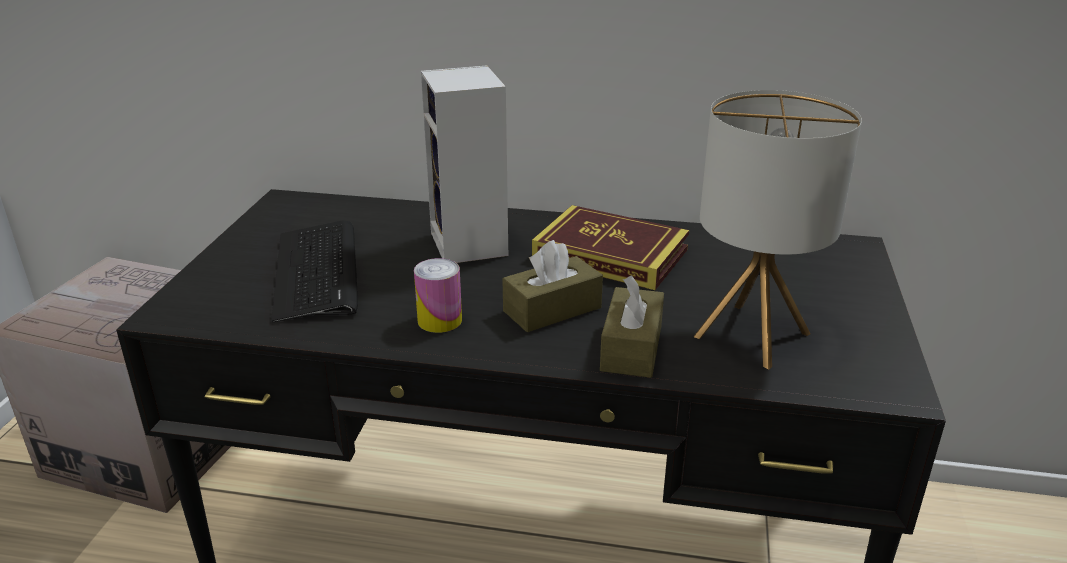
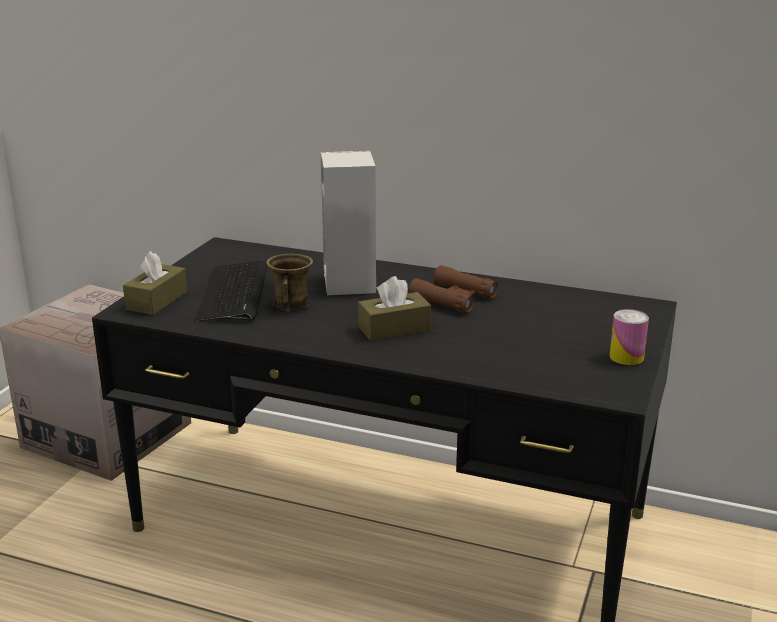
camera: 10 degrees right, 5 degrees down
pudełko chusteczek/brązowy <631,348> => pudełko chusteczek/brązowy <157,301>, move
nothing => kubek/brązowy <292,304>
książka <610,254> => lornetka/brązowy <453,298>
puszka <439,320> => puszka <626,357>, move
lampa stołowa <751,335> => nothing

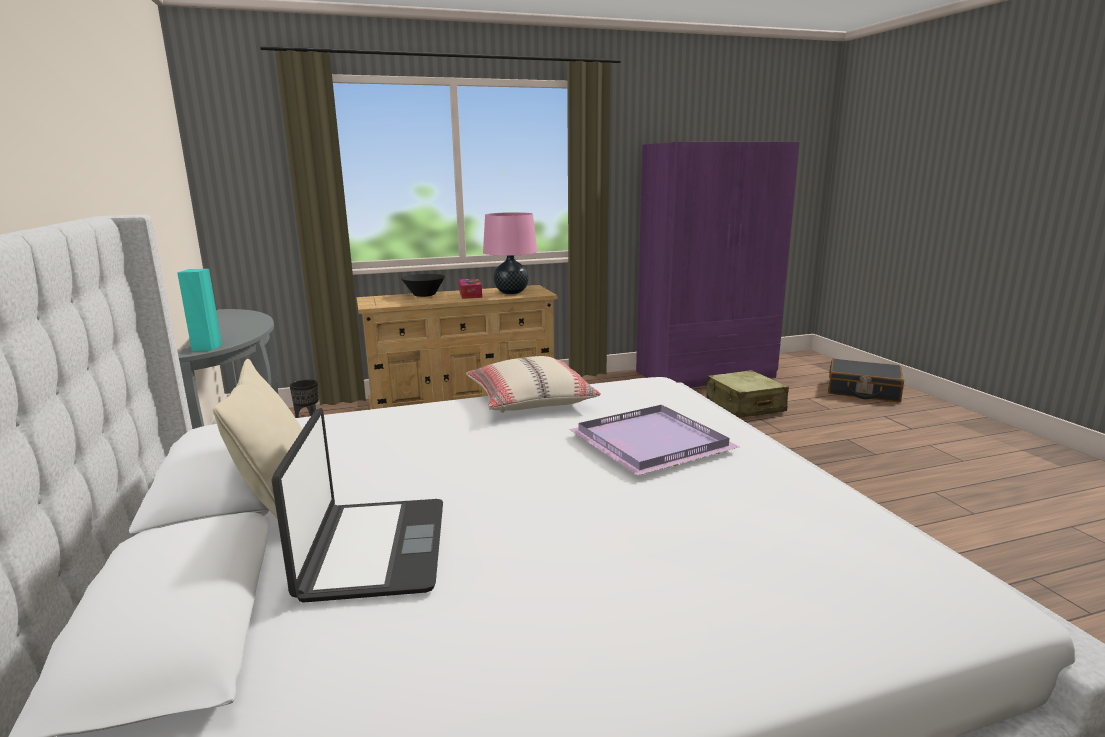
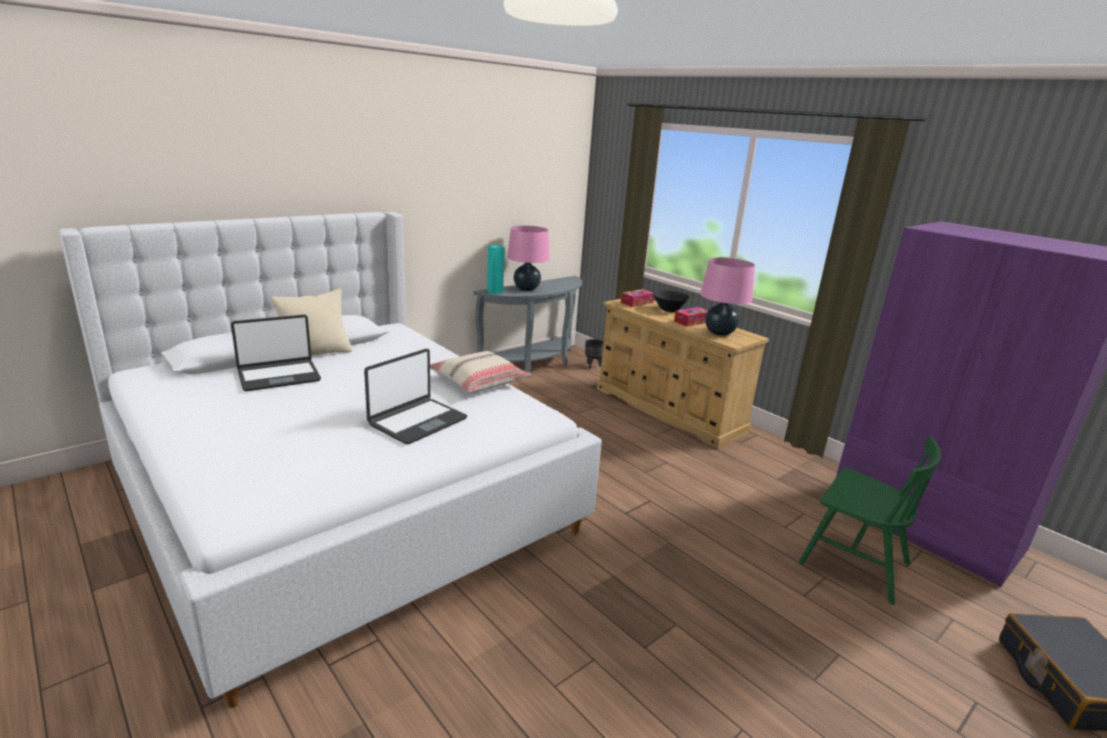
camera: 65 degrees right, 5 degrees up
taca/fioletowy <647,443> => laptop <417,421>
nothing => lampa stołowa/różowy <526,289>
nothing => pudełko chusteczek <636,302>
walizka/beżowy <745,406> => krzesło/zielony <853,563>

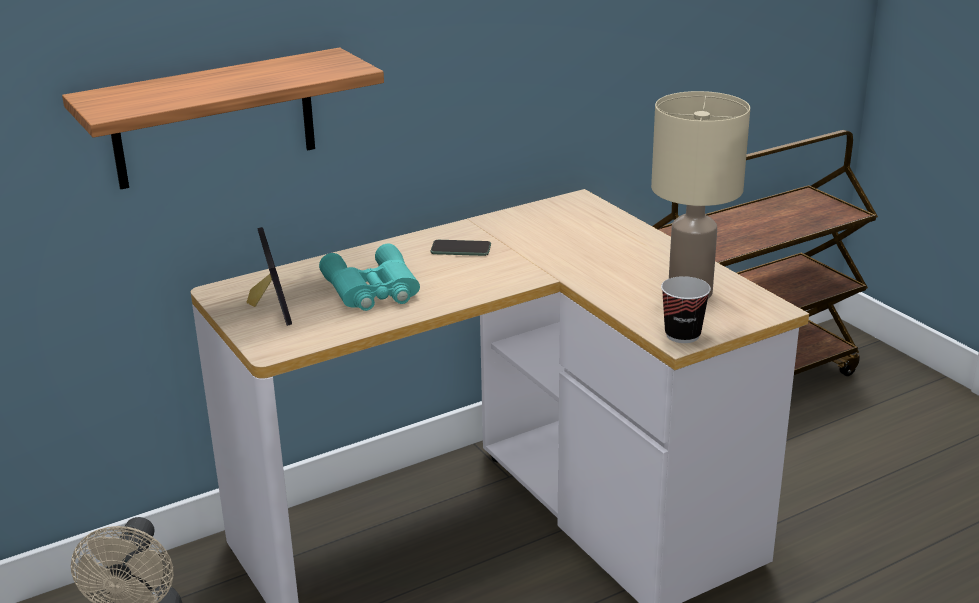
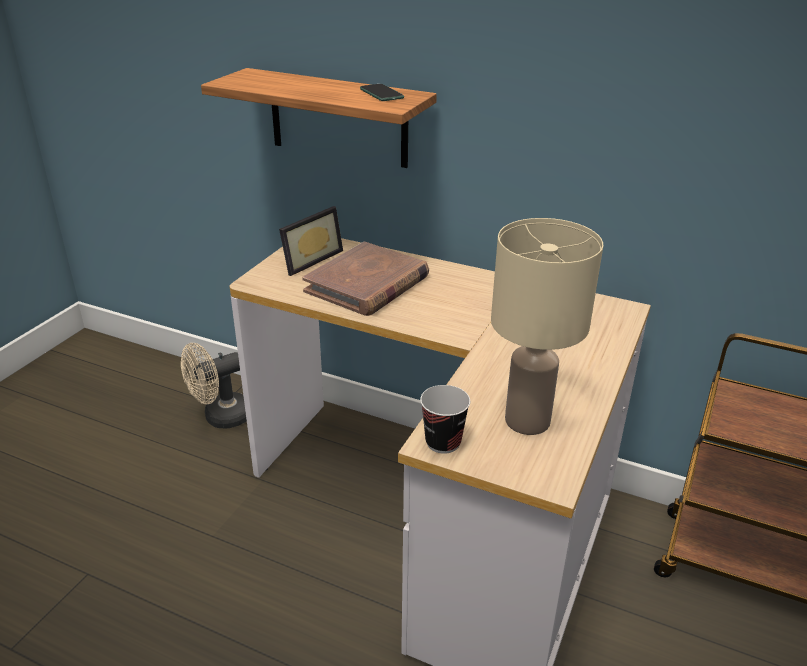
camera: 55 degrees right, 5 degrees up
lornetka/turkusowy <372,290> => książka/brązowy <367,284>
telefon <461,249> => telefon <381,94>, move

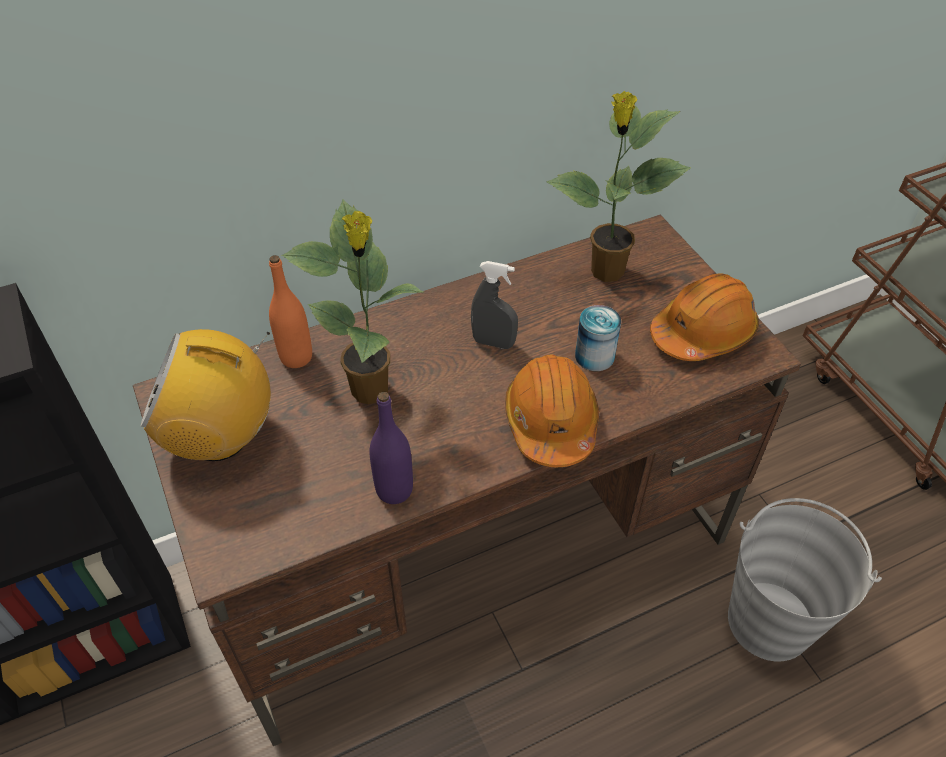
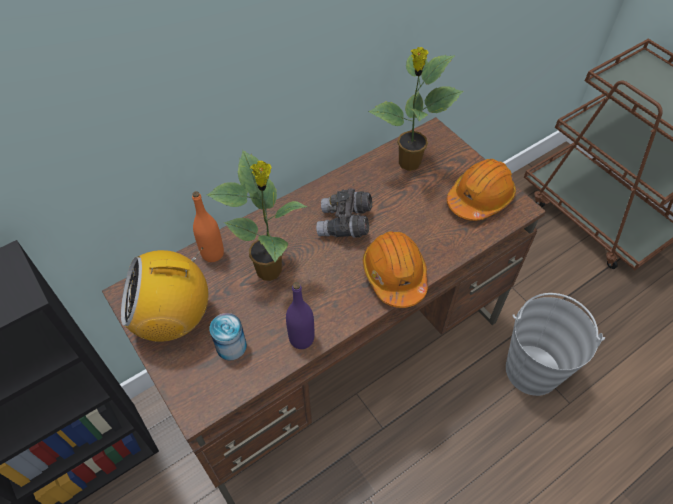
camera: 10 degrees left, 5 degrees up
puszka <594,356> => puszka <231,346>, move
spryskiwacz/szary <493,342> => lornetka/szary <345,224>

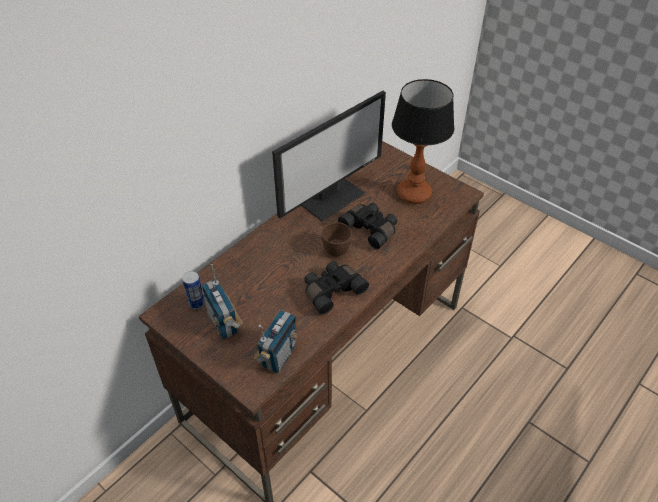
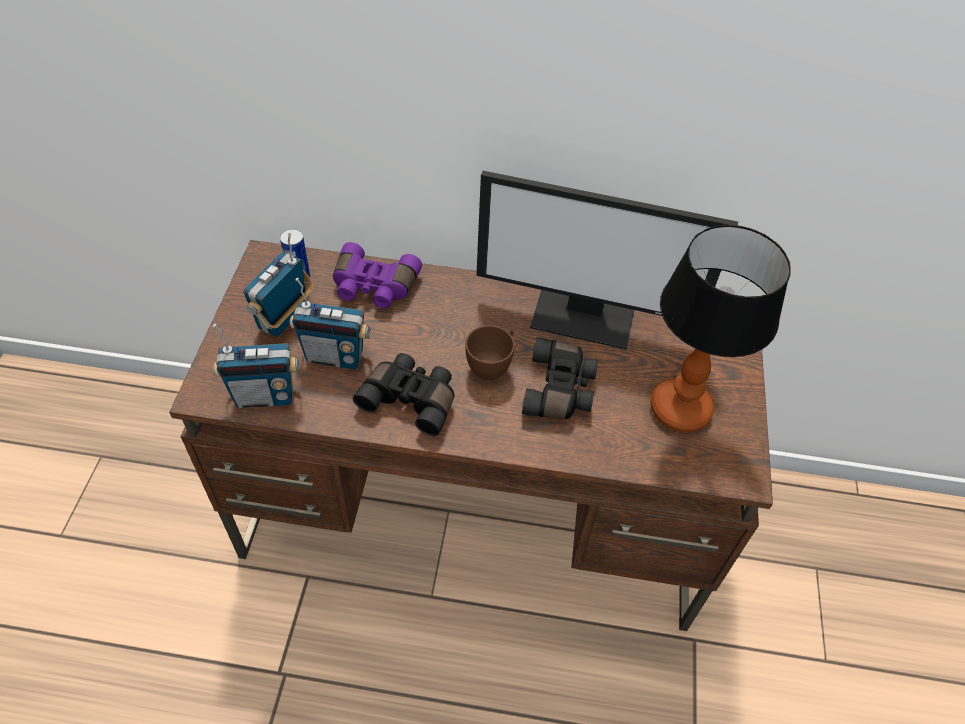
camera: 55 degrees right, 5 degrees up
nothing => radio <335,356>
nothing => lornetka/fioletowy <373,287>

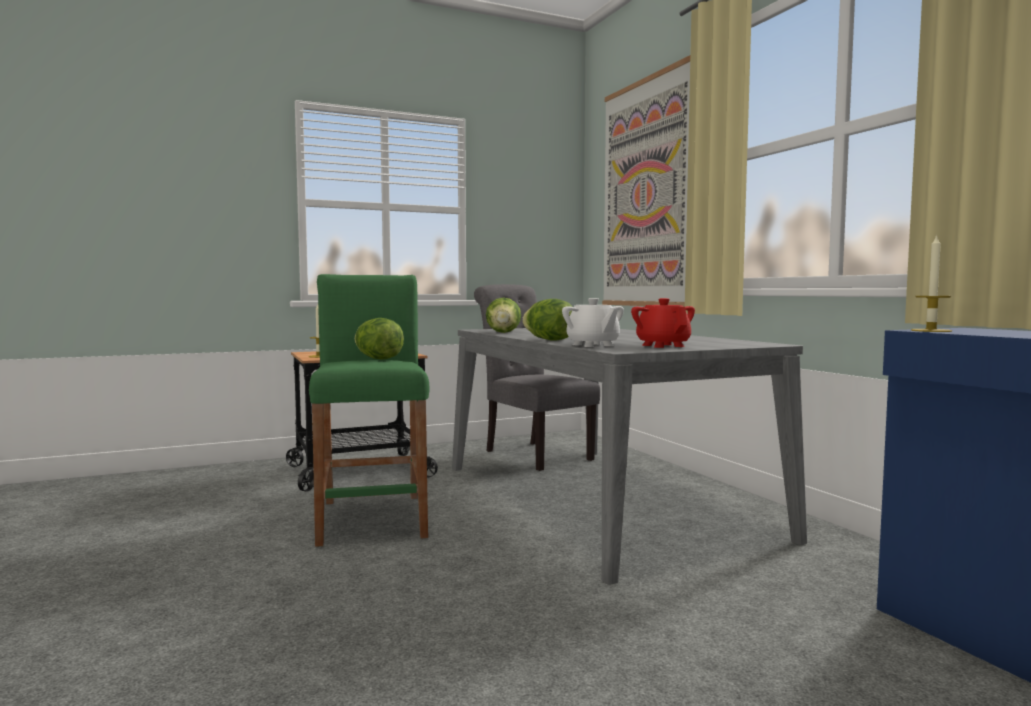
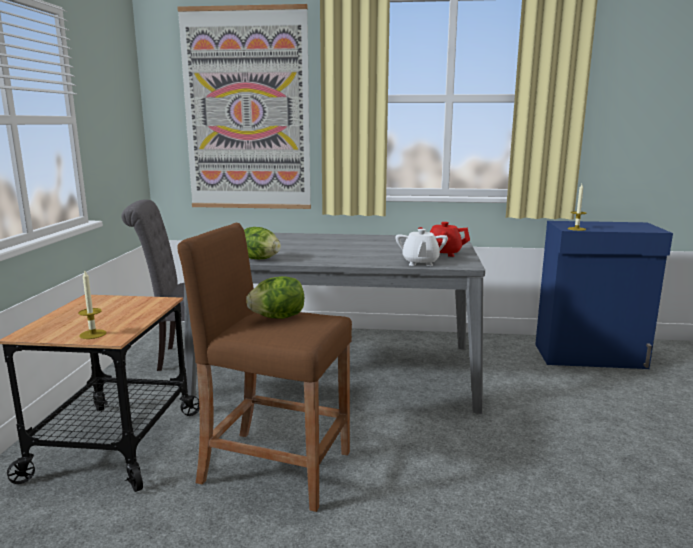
camera: 60 degrees left, 10 degrees up
stołek/zielony <373,519> => stołek/brązowy <276,467>
imbryk/biały <593,345> => imbryk/biały <420,263>, 90 degrees clockwise
sałata <549,340> => nothing

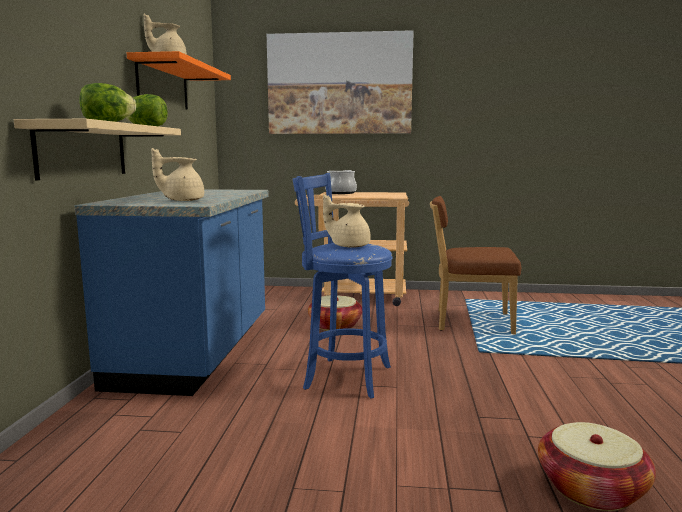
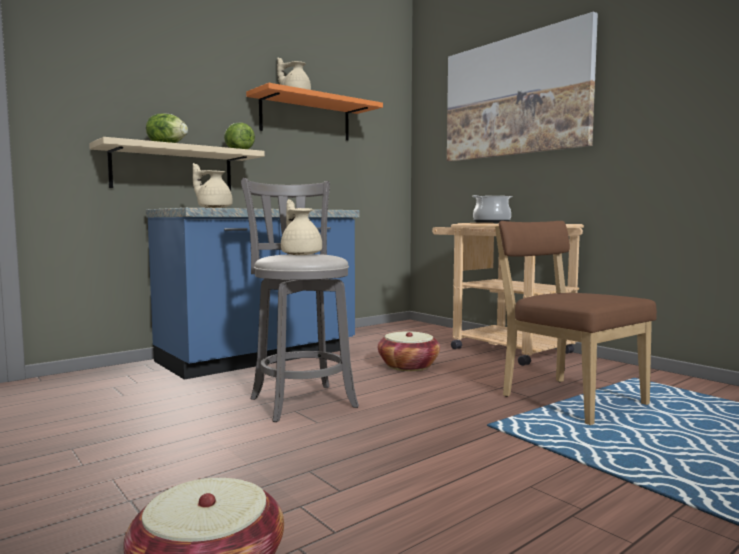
camera: 45 degrees right, 5 degrees down
stołek/niebieski <343,376> => stołek/szary <301,401>

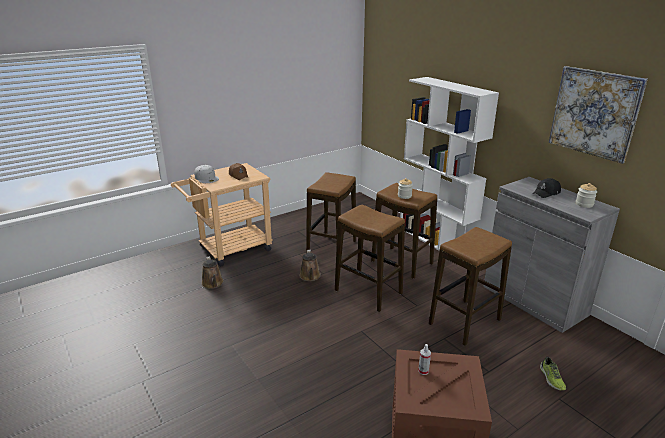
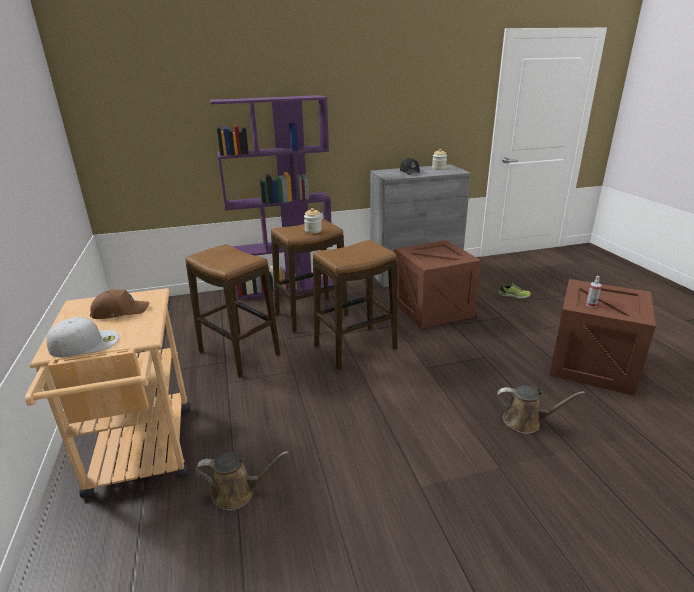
camera: 70 degrees left, 0 degrees up
regał/biały <436,240> => regał/fioletowy <285,287>
stołek <465,322> => skrzynka <432,309>
konewka/brązowy <310,276> => konewka/brązowy <525,422>, move
obraz <594,113> => nothing

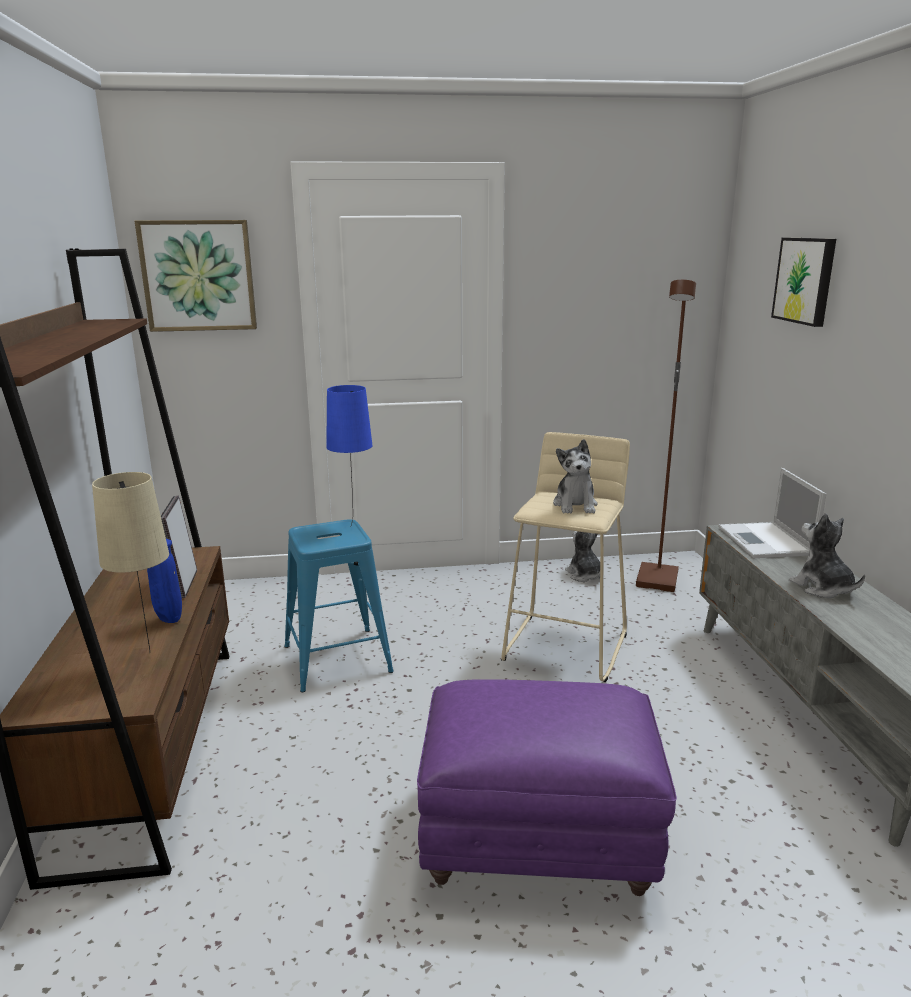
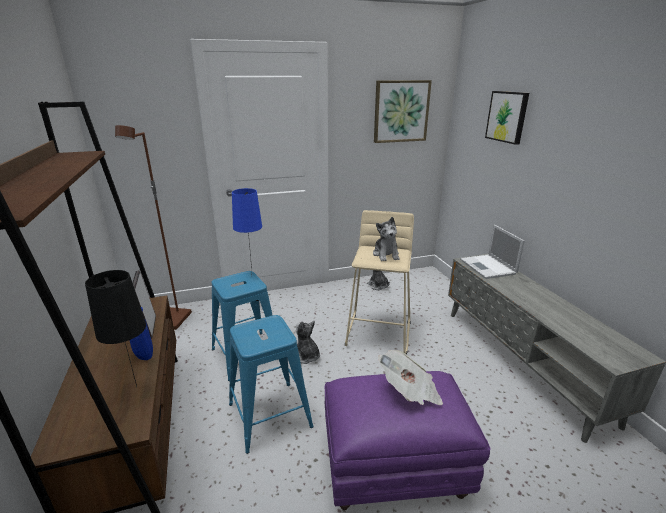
camera: 10 degrees left, 5 degrees up
lampa stołowa/beżowy <152,660> => lampa stołowa/czarny <139,393>
lampa stojąca/brązowy <658,580> => lampa stojąca/brązowy <173,320>, move
nothing => stołek/niebieski <270,415>
pluszak <822,588> => pluszak <306,356>, move
obraz <198,276> => obraz <401,111>, move
nothing => gazeta <409,391>

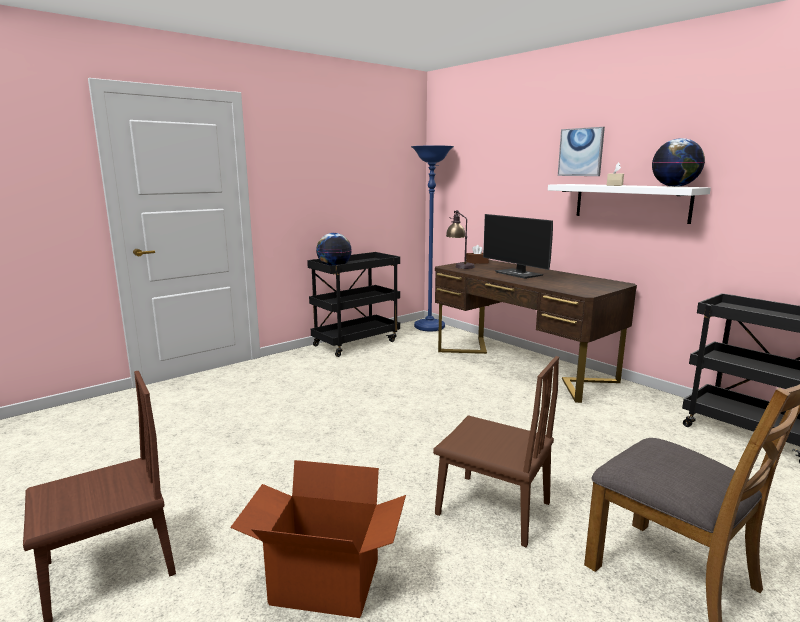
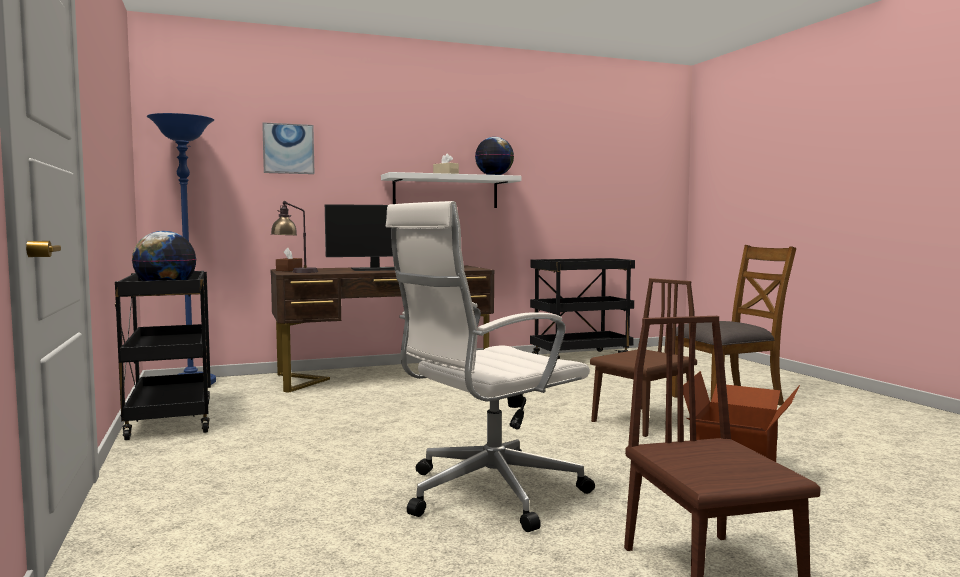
camera: 70 degrees left, 10 degrees down
obraz <581,152> => obraz <288,148>, move
nothing => krzesło biurowe/biały <487,494>

